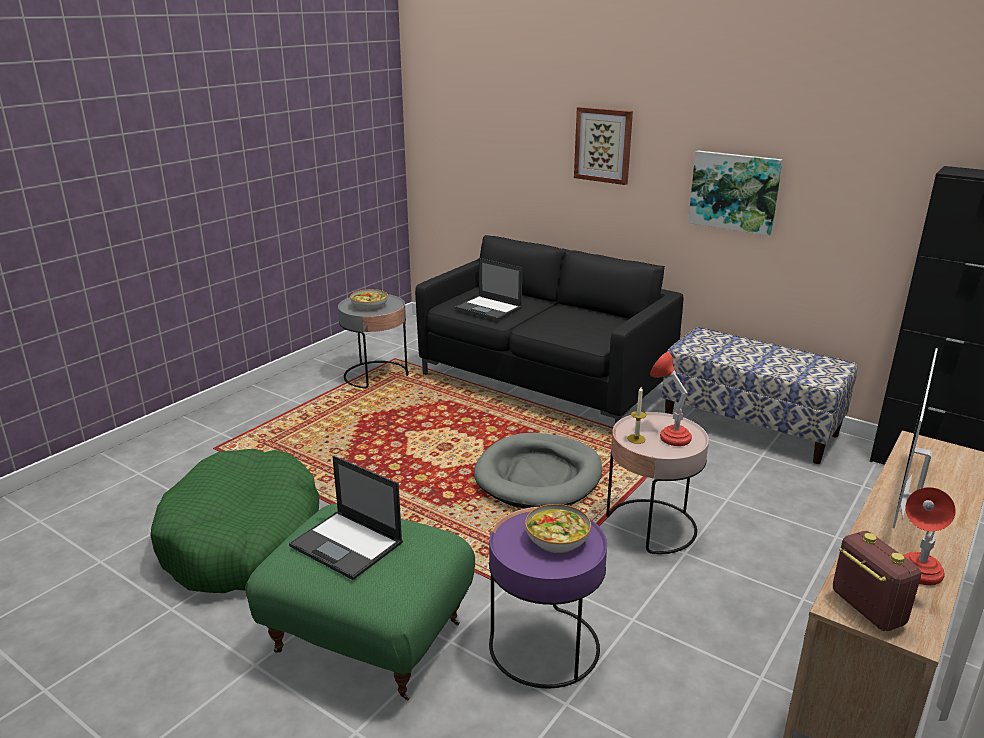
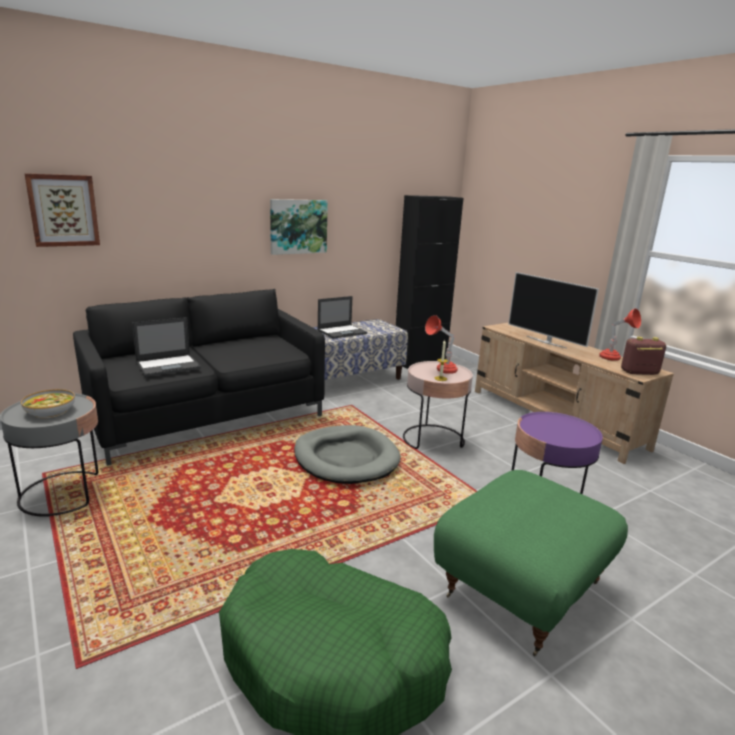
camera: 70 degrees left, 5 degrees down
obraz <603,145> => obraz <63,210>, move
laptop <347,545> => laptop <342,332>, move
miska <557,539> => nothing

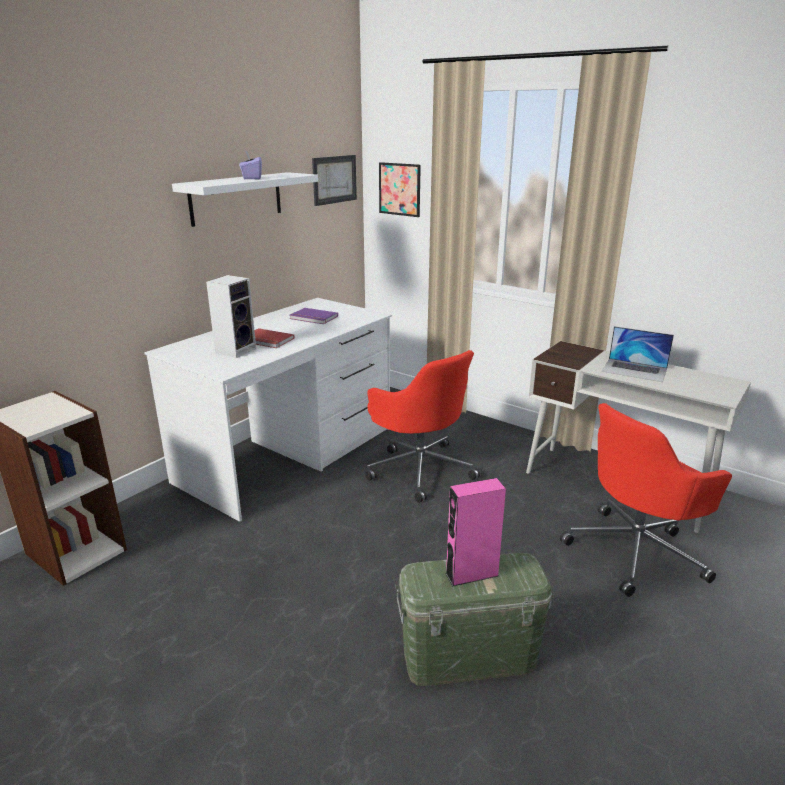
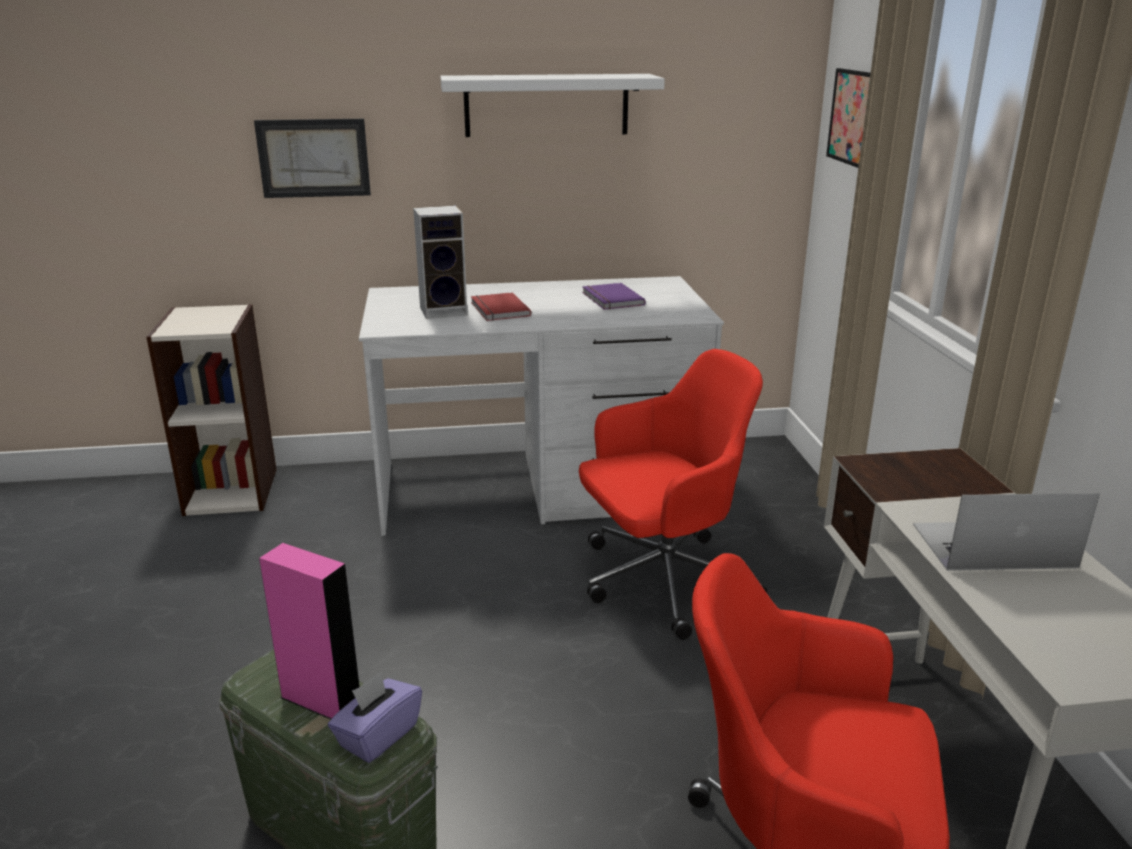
camera: 45 degrees right, 0 degrees up
obraz <334,179> => obraz <314,158>, move
pudełko chusteczek/fioletowy <251,178> => pudełko chusteczek/fioletowy <378,736>, move
krzesło biurowe/czerwony <419,469> => krzesło biurowe/czerwony <662,581>, 120 degrees counterclockwise
laptop <634,370> => laptop <992,545>, 105 degrees clockwise

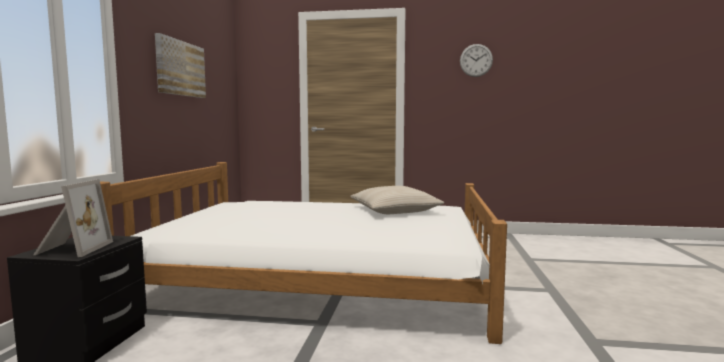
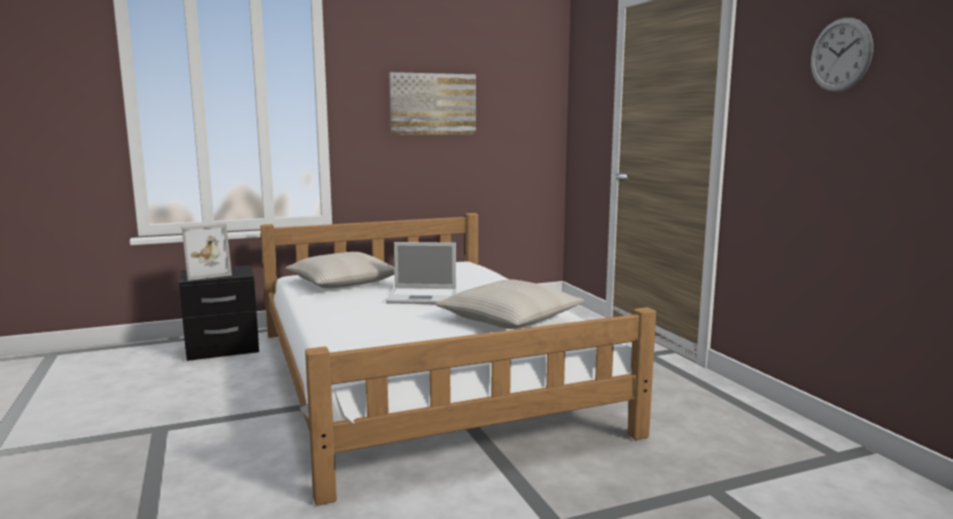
camera: 60 degrees right, 5 degrees up
nothing => poduszka/beżowy <343,282>
nothing => laptop <423,297>

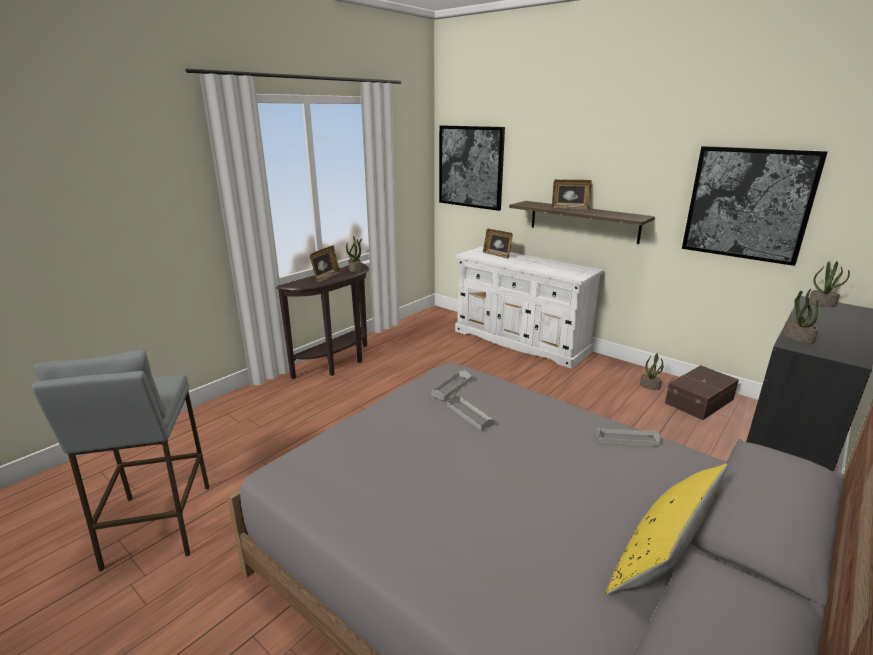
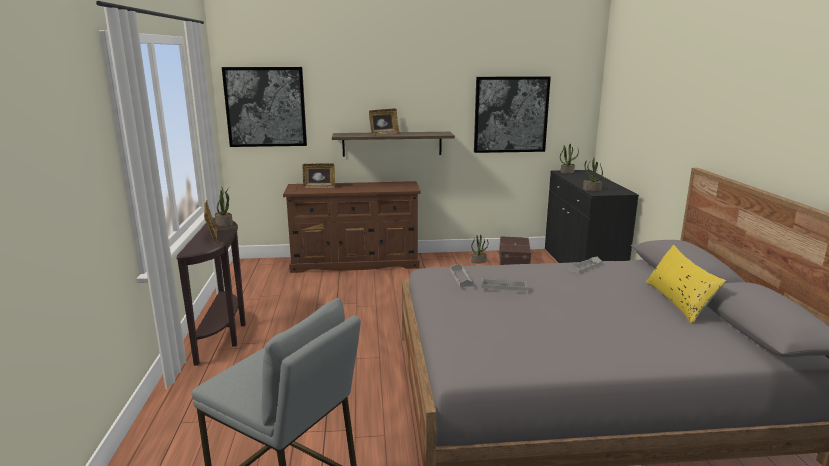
camera: 45 degrees left, 5 degrees down
komoda/biały <521,341> => komoda/brązowy <356,262>

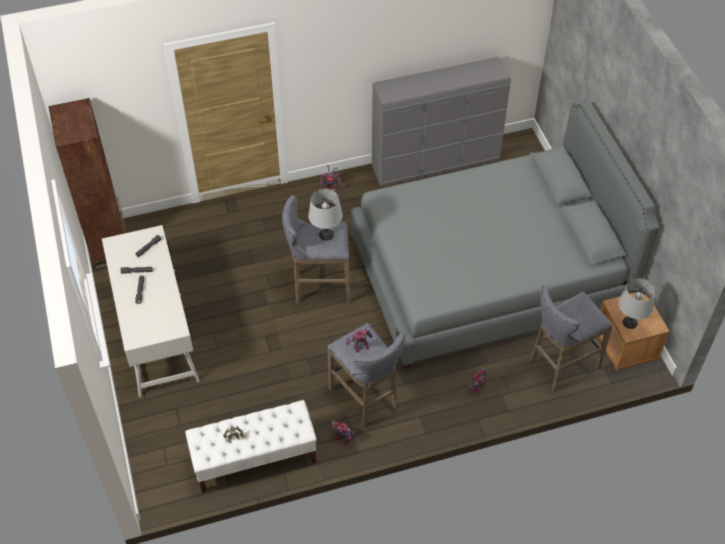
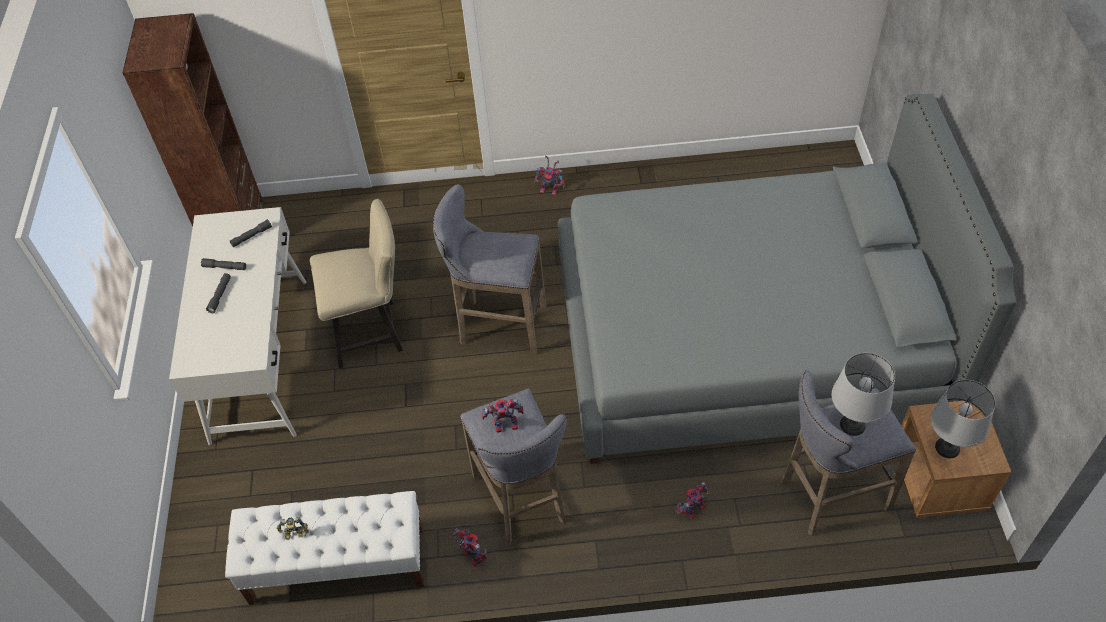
camera: 15 degrees right, 0 degrees up
nothing => krzesło/beżowy <373,331>
lampa stołowa/szary <326,235> => lampa stołowa/szary <853,425>, move
komoda/szary <436,164> => nothing

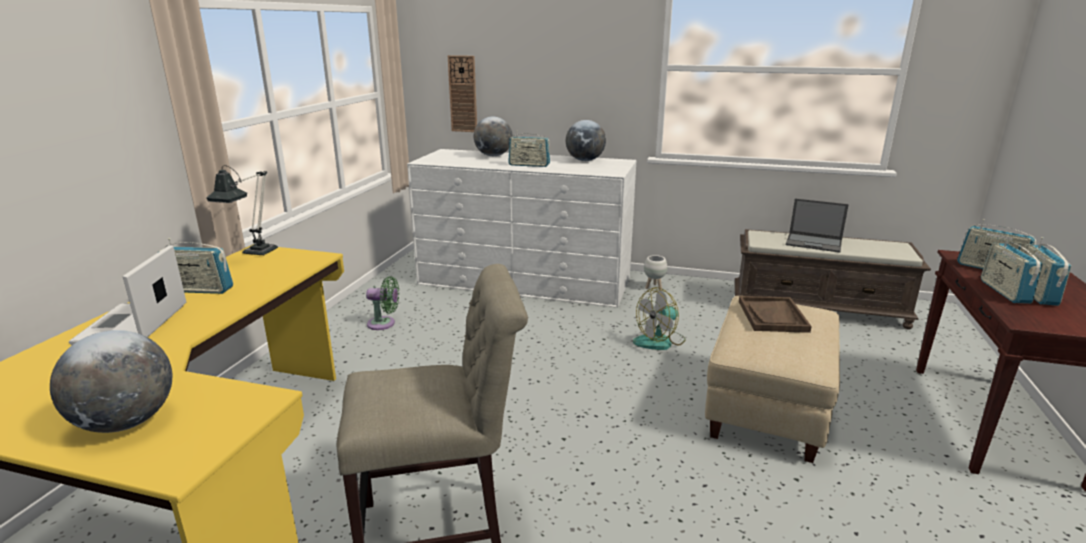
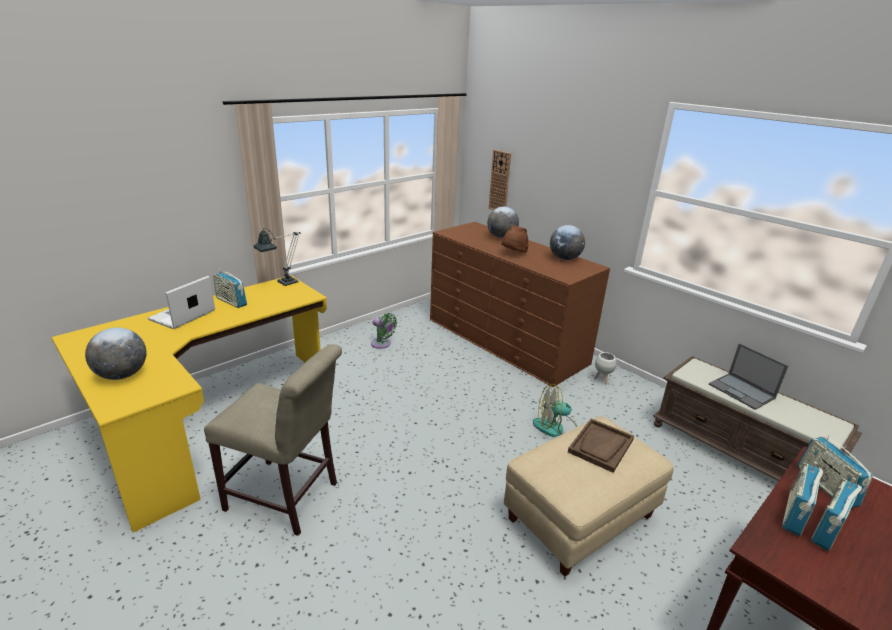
camera: 30 degrees right, 5 degrees up
komoda/biały <524,281> => komoda/brązowy <505,341>
radio <529,165> => kapelusz/brązowy <513,253>

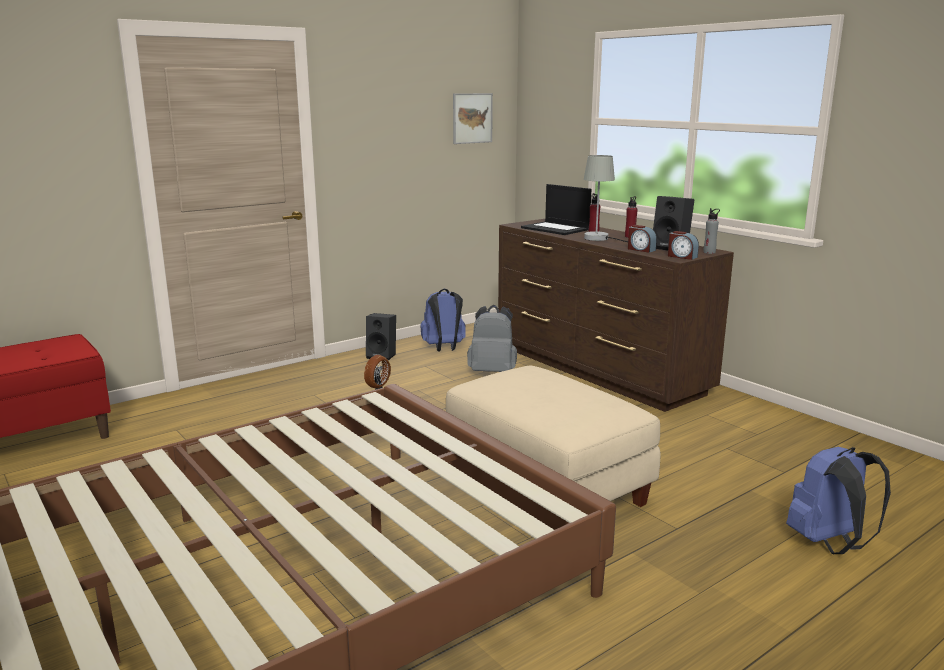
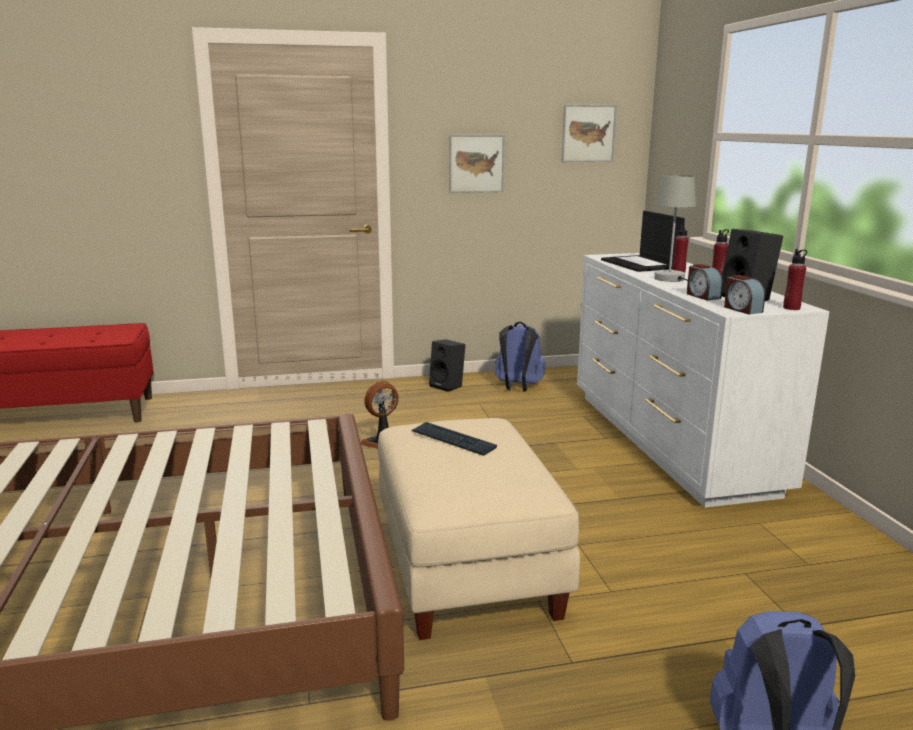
camera: 25 degrees right, 0 degrees up
nothing => klawiatura <453,440>
nothing => obraz <476,163>
komoda/brązowy <598,370> => komoda/biały <669,441>
butelka/szary <709,252> => butelka/czerwony <791,308>
plecak/szary <492,371> => nothing

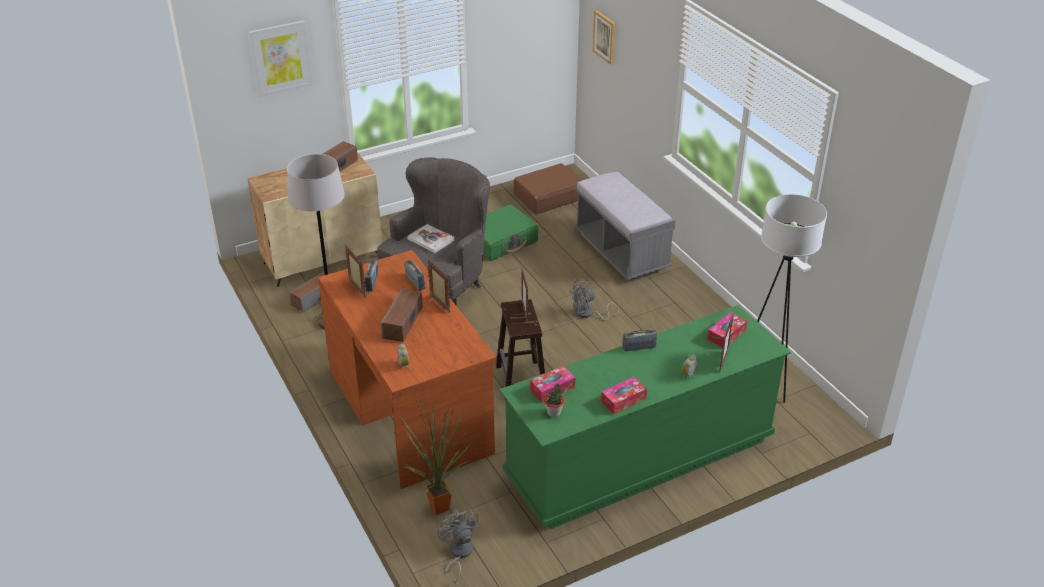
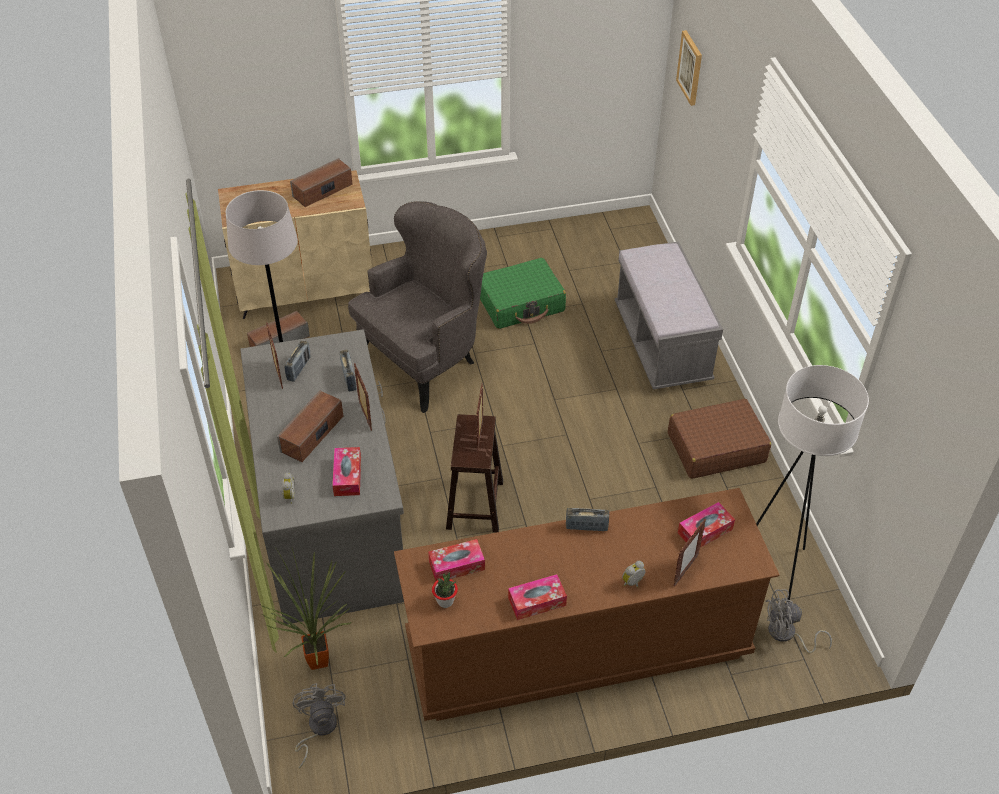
camera: 15 degrees right, 10 degrees up
biurko/brązowy <410,410> => biurko/szary <332,519>
nothing => pudełko chusteczek <347,476>
komoda/zielony <639,457> => komoda/brązowy <577,646>
walizka/brązowy <548,197> => walizka/brązowy <715,448>, move
wentylator/szary <588,314> => wentylator/szary <786,635>, move
obraz <281,58> => nothing
książka <431,240> => nothing

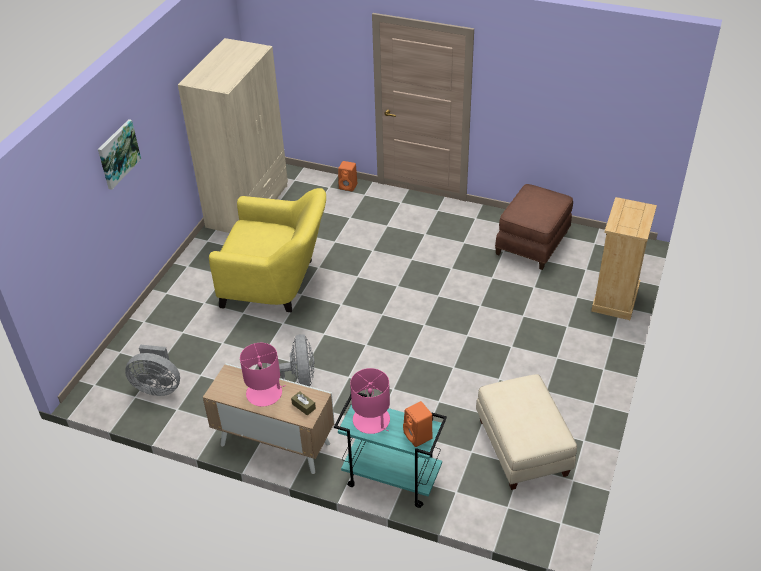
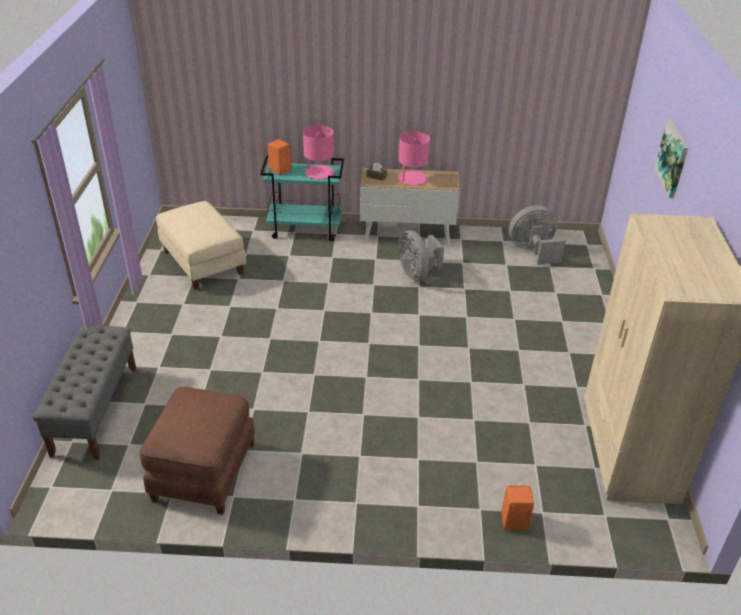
camera: 160 degrees right, 5 degrees down
komoda/beżowy <615,299> => ławka/szary <95,410>
fotel/żółty <276,282> => nothing

